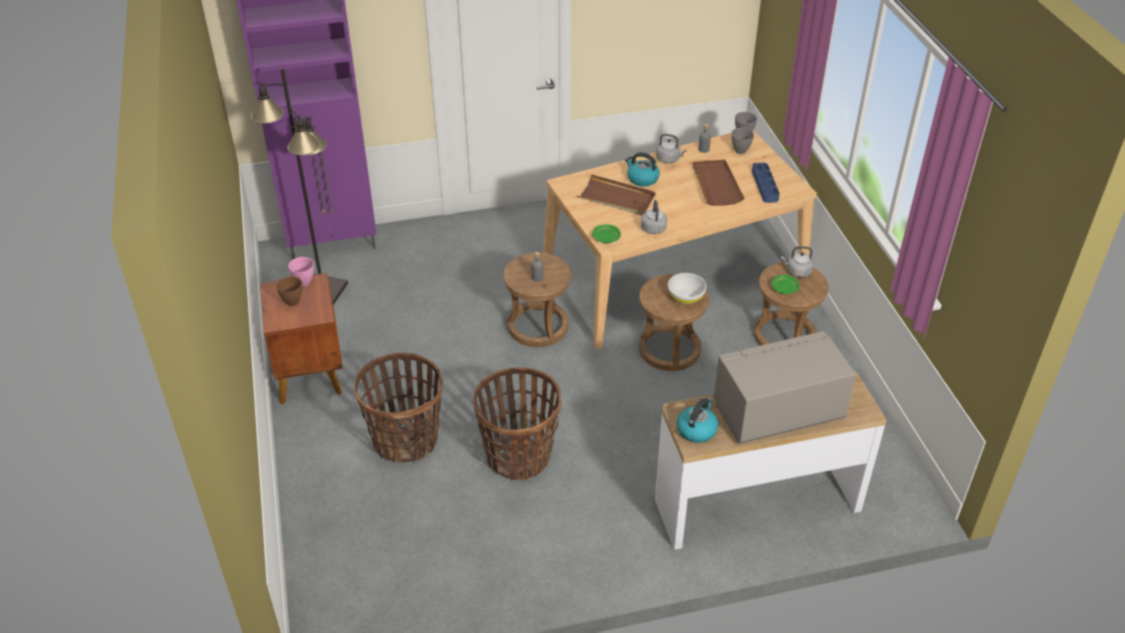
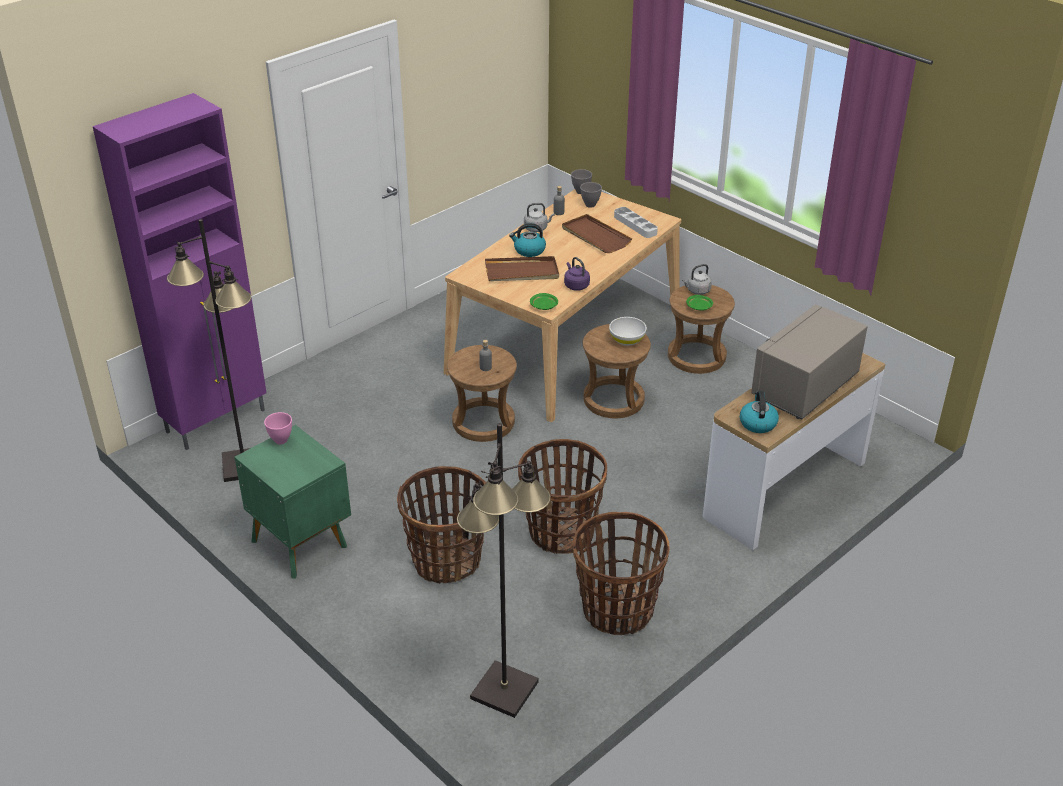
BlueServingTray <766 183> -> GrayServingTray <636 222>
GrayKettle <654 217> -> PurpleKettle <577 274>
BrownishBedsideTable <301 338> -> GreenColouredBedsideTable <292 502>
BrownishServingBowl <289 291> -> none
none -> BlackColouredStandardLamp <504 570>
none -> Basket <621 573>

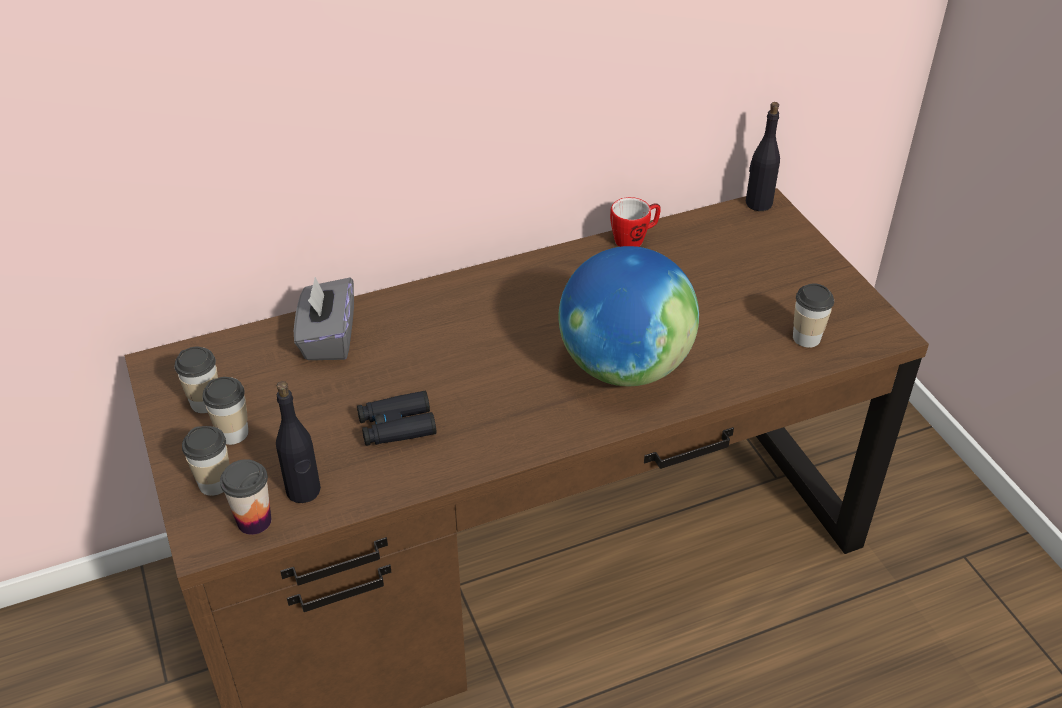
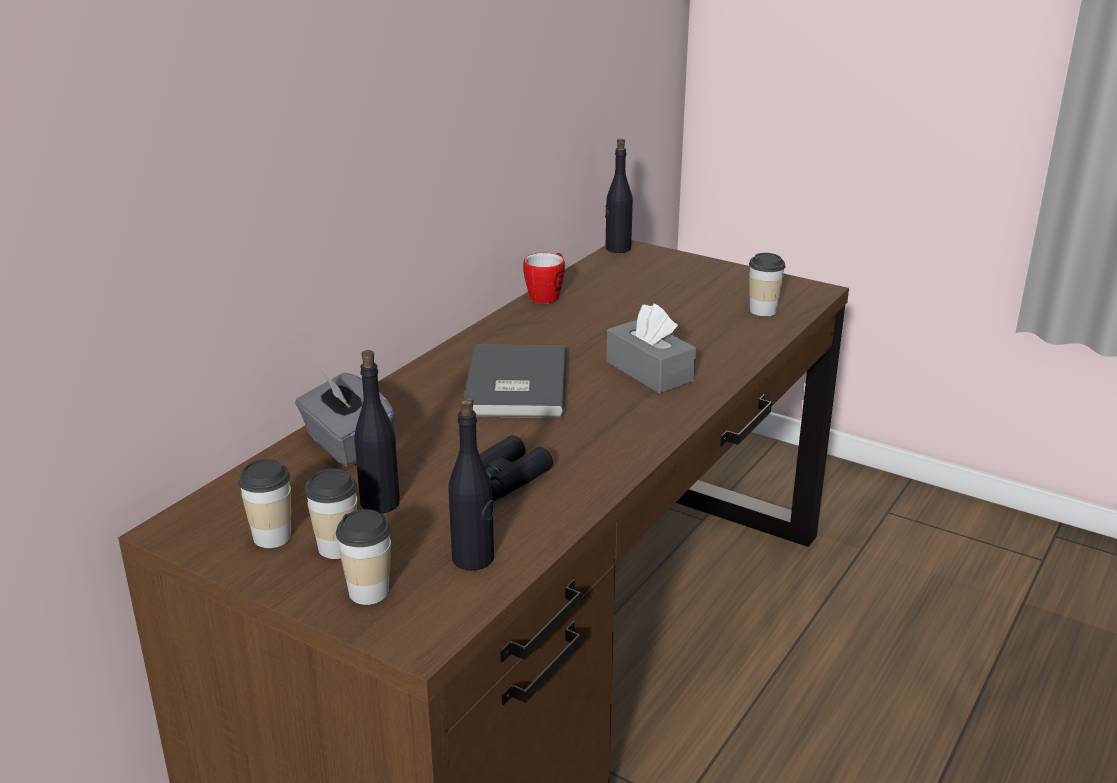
WorldGlobe <629 316> -> GrayTissueHolder <651 348>
Cup <245 497> -> none
none -> GrayVolume <515 381>
none -> BlackColouredBeverageBottle <377 432>

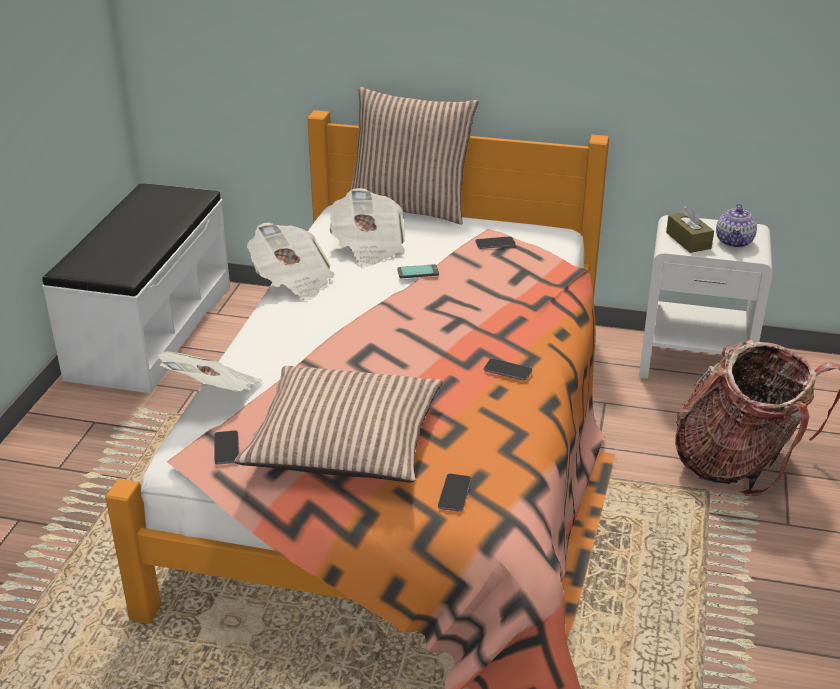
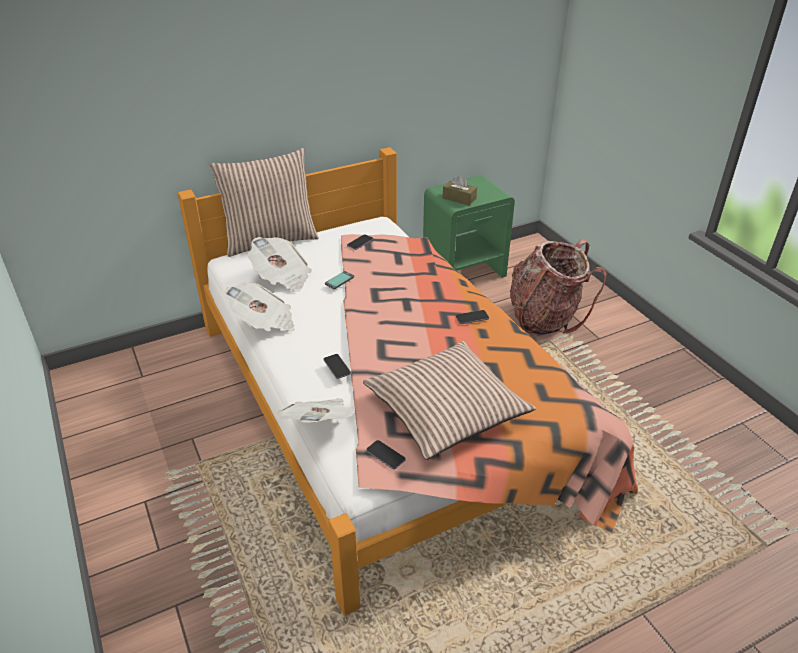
WhiteIndoorBench <136 288> -> none
TeaPot <736 226> -> none
WhiteBedsideTable <706 297> -> GreenColouredBedsideTable <469 226>
Telephone <454 493> -> Telephone <337 366>, relocated

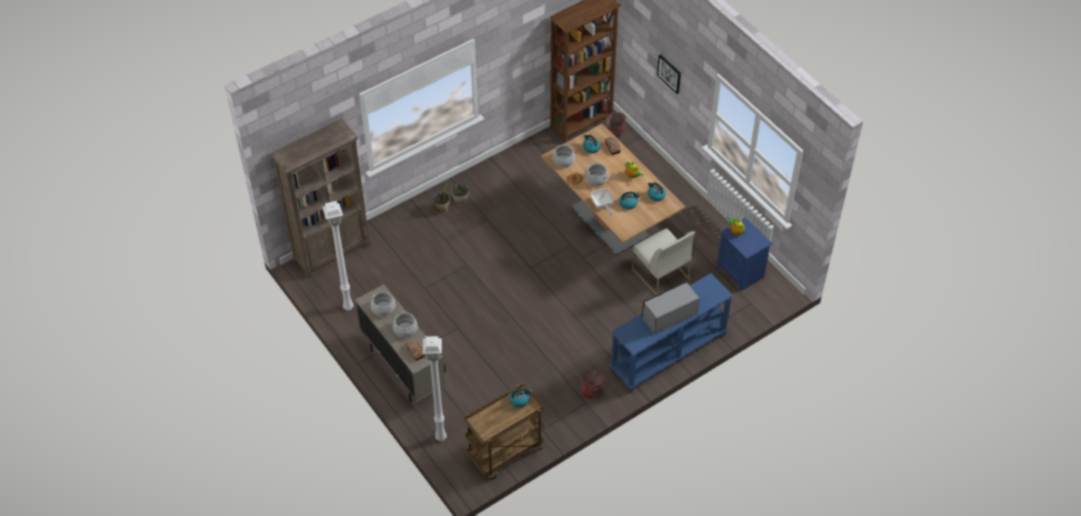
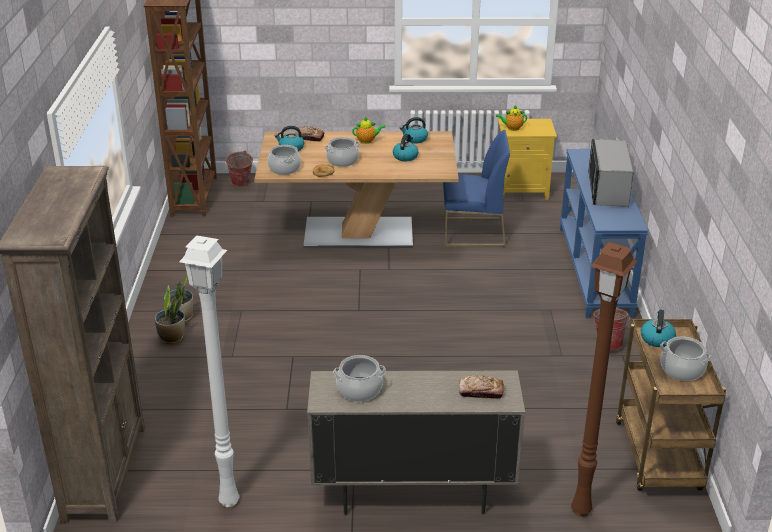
WallArt <669 74> -> none
Pan <602 202> -> none
BlueBedsideTable <745 254> -> YellowColouredBedsideTable <527 159>
WhiteChair <663 261> -> BlueChair <476 188>
Saucepot <405 324> -> Saucepot <685 359>, relocated
WhiteStandardLamp <435 388> -> BrownishStandardLamp <604 379>

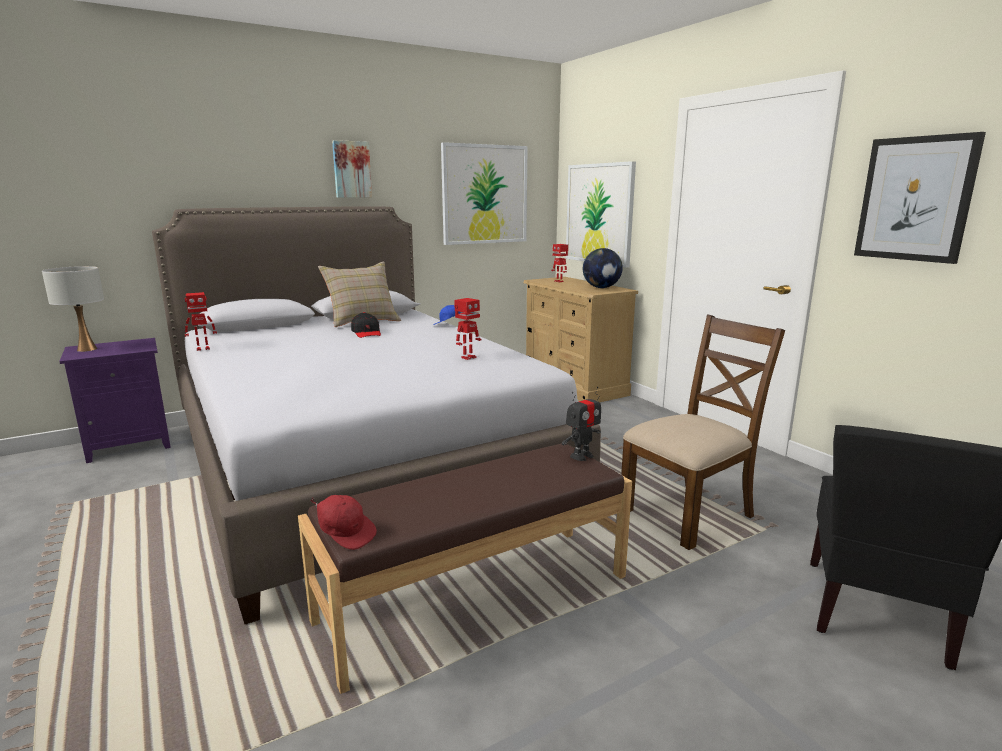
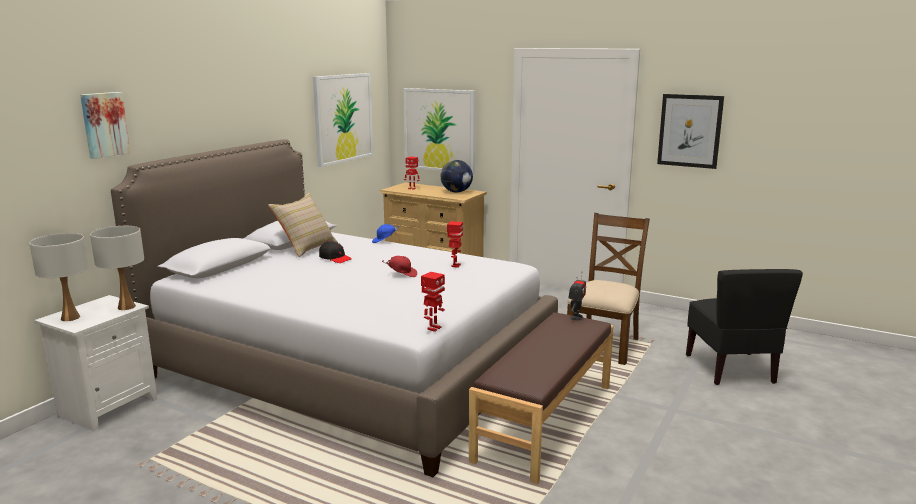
WallArt <352 169> -> WallArt <105 125>, relocated
RobotFigure <201 321> -> RobotFigure <433 302>, relocated
PurpleBedsideTable <115 400> -> WhiteBedsideTable <96 363>
RedCap <343 522> -> RedCap <399 266>, relocated
none -> WhiteTabletopLamp <117 268>

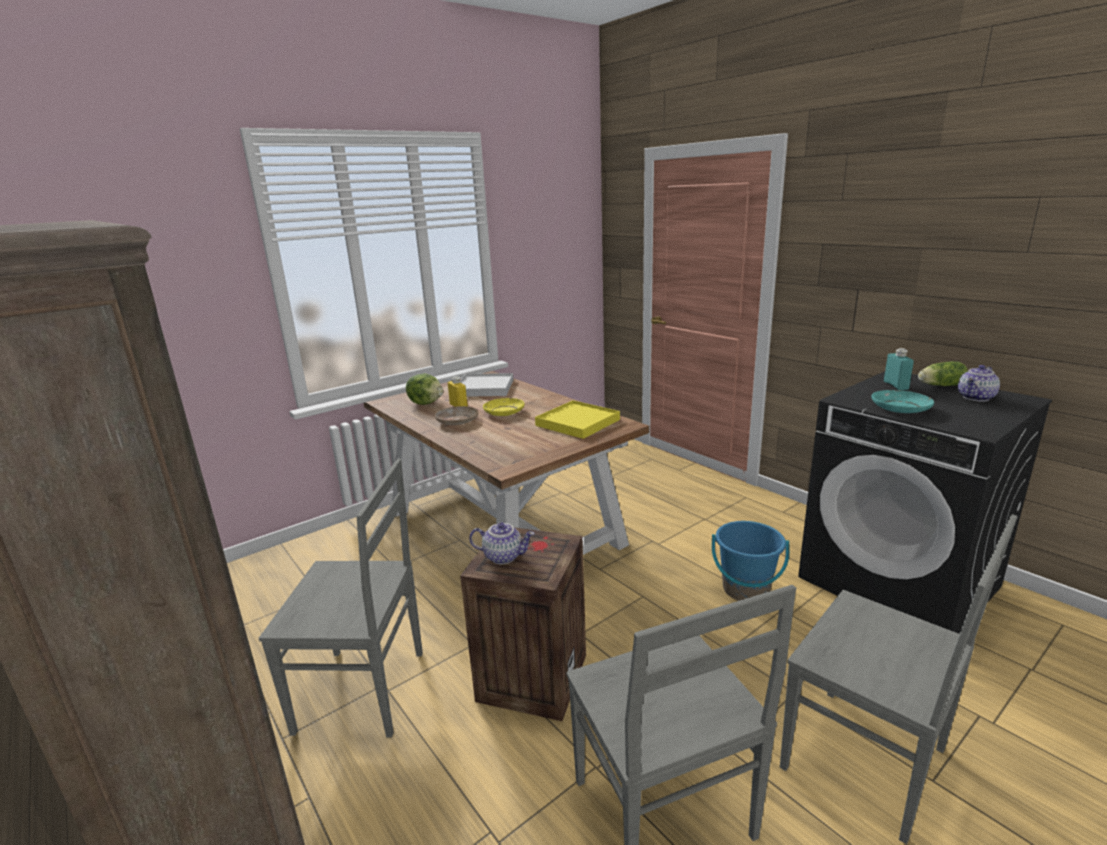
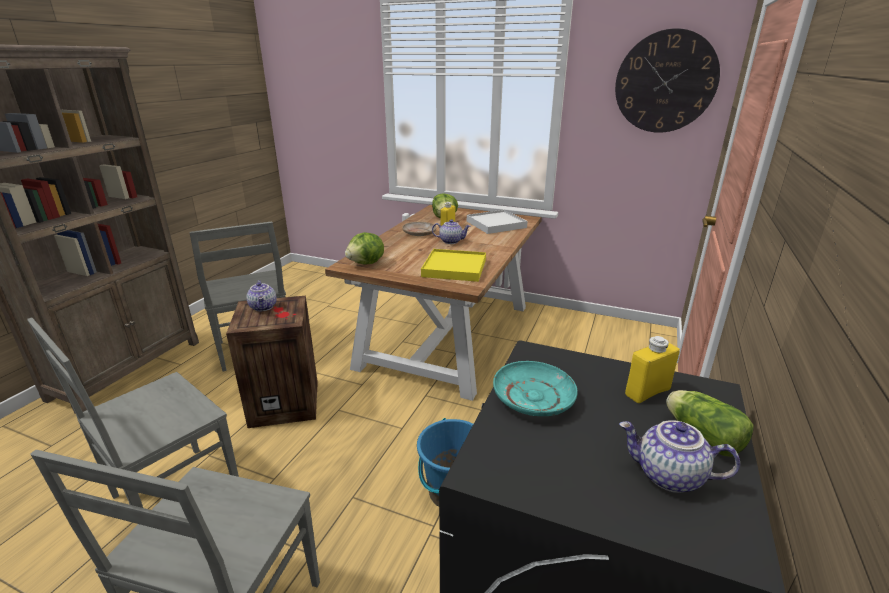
TurquoiseBeverageBottle <899 369> -> YellowColouredBeverageBottle <652 369>
YellowColouredDinnerPlate <504 407> -> TeaPot <451 231>
none -> WallClock <667 80>
none -> HeadOfLettuce <364 248>

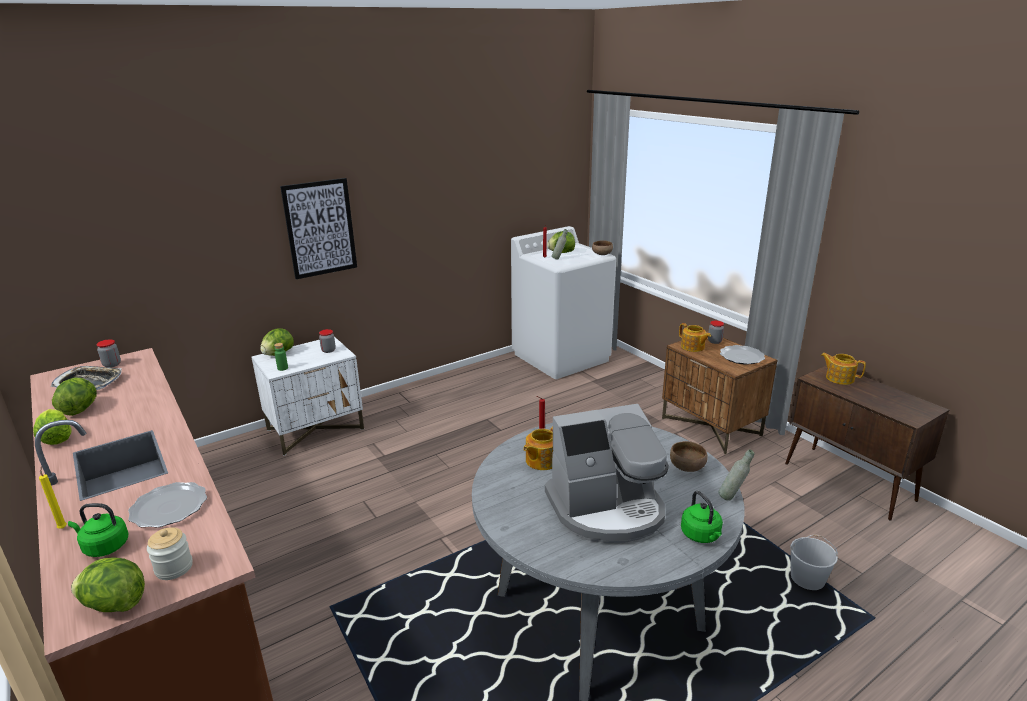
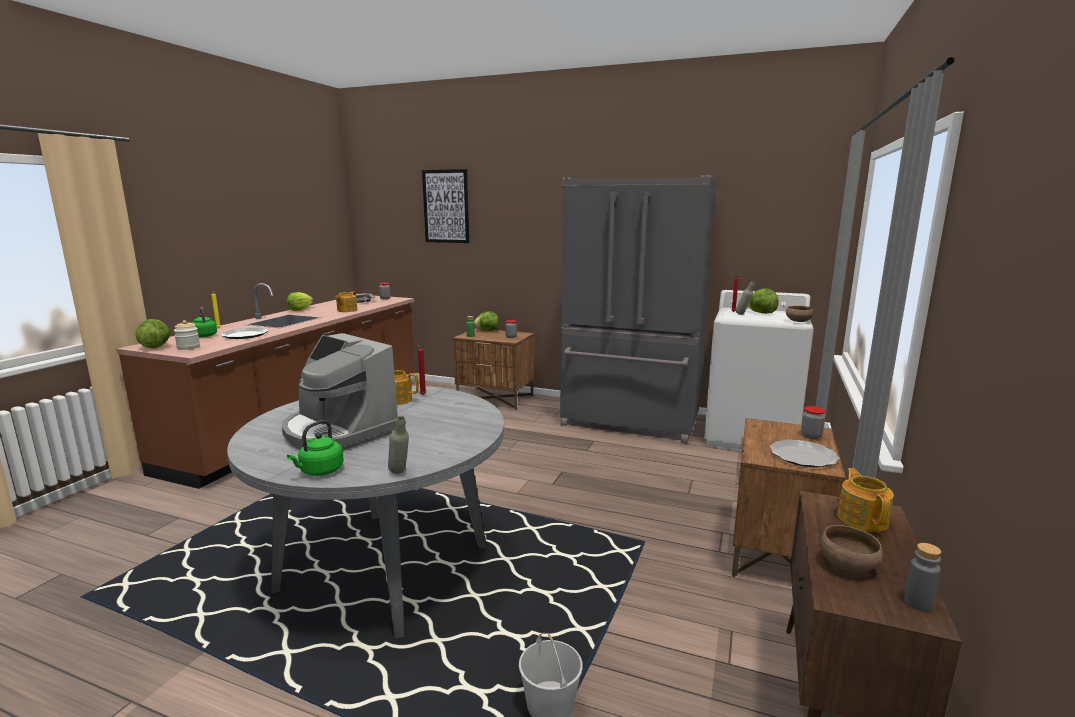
WallArt <318 228> -> WallArt <445 206>, relocated
TeaPot <695 337> -> TeaPot <346 301>, relocated
WhiteBedsideTable <307 396> -> BrownishBedsideTable <493 369>
HeadOfLettuce <74 396> -> none
BrownishServingBowl <689 456> -> BrownishServingBowl <851 549>, relocated
none -> GrayKitchenFridge <638 309>
none -> GrayBeverageBottle <922 577>

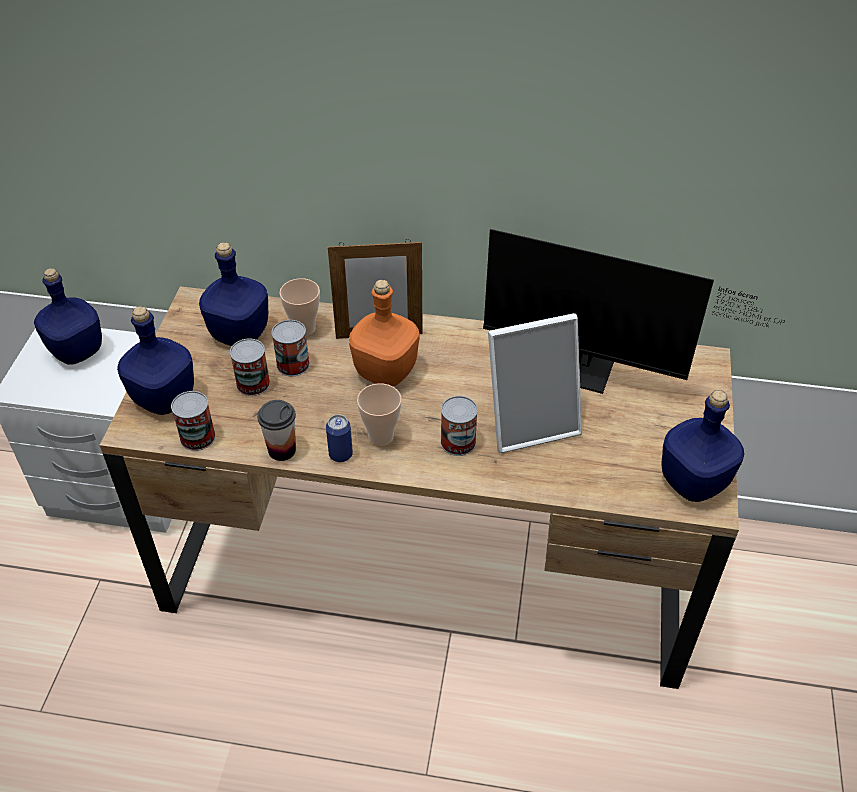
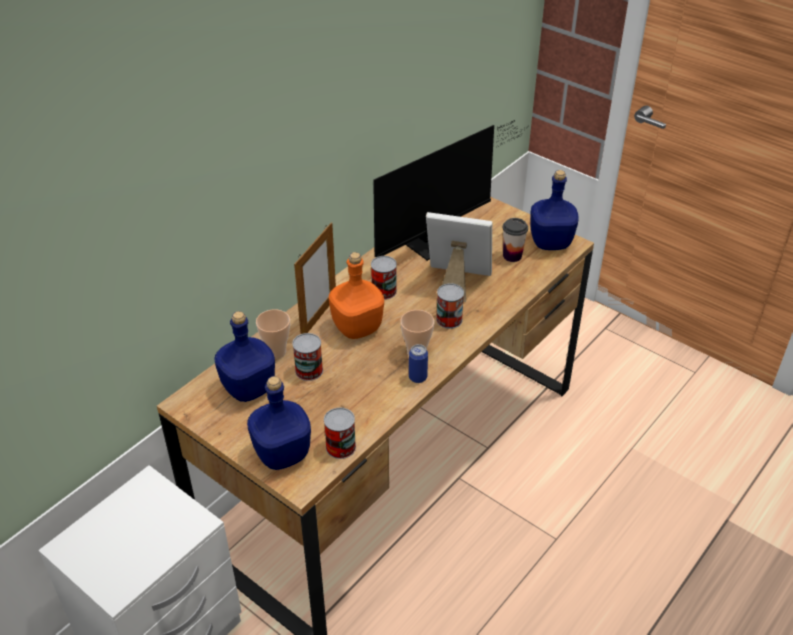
BlueBeverageBottle <68 316> -> none
StandingFrame <535 383> -> StandingFrame <459 257>, 90 degrees counterclockwise
MetalCan <250 367> -> MetalCan <384 278>, relocated
Cup <276 430> -> Cup <515 240>, relocated

